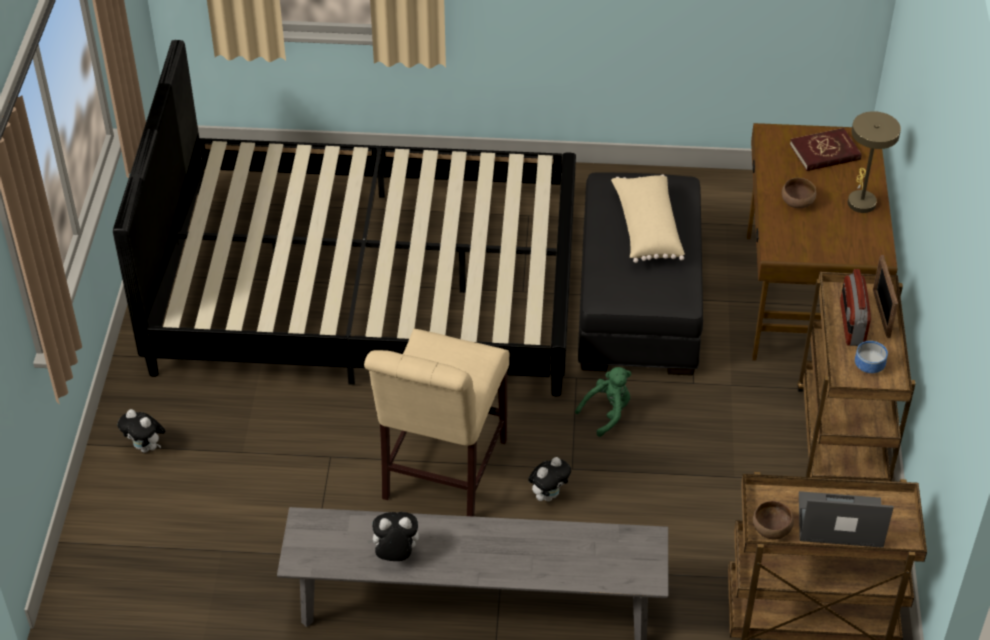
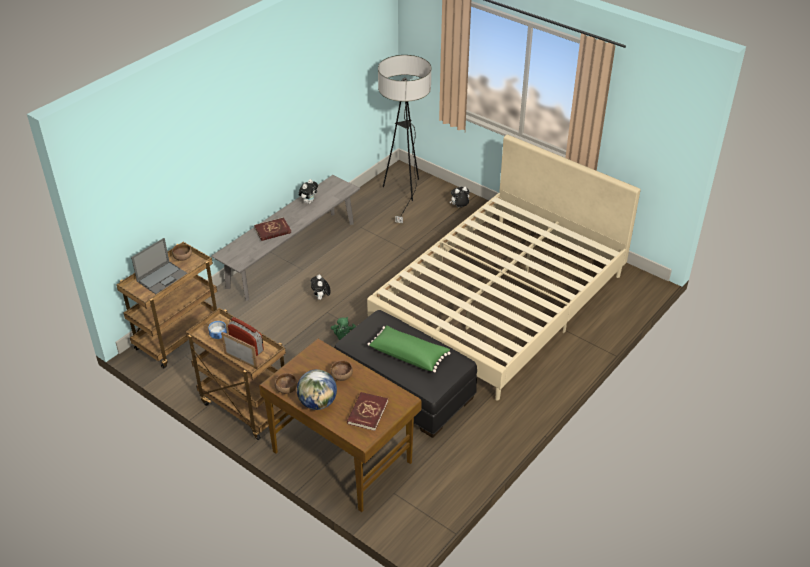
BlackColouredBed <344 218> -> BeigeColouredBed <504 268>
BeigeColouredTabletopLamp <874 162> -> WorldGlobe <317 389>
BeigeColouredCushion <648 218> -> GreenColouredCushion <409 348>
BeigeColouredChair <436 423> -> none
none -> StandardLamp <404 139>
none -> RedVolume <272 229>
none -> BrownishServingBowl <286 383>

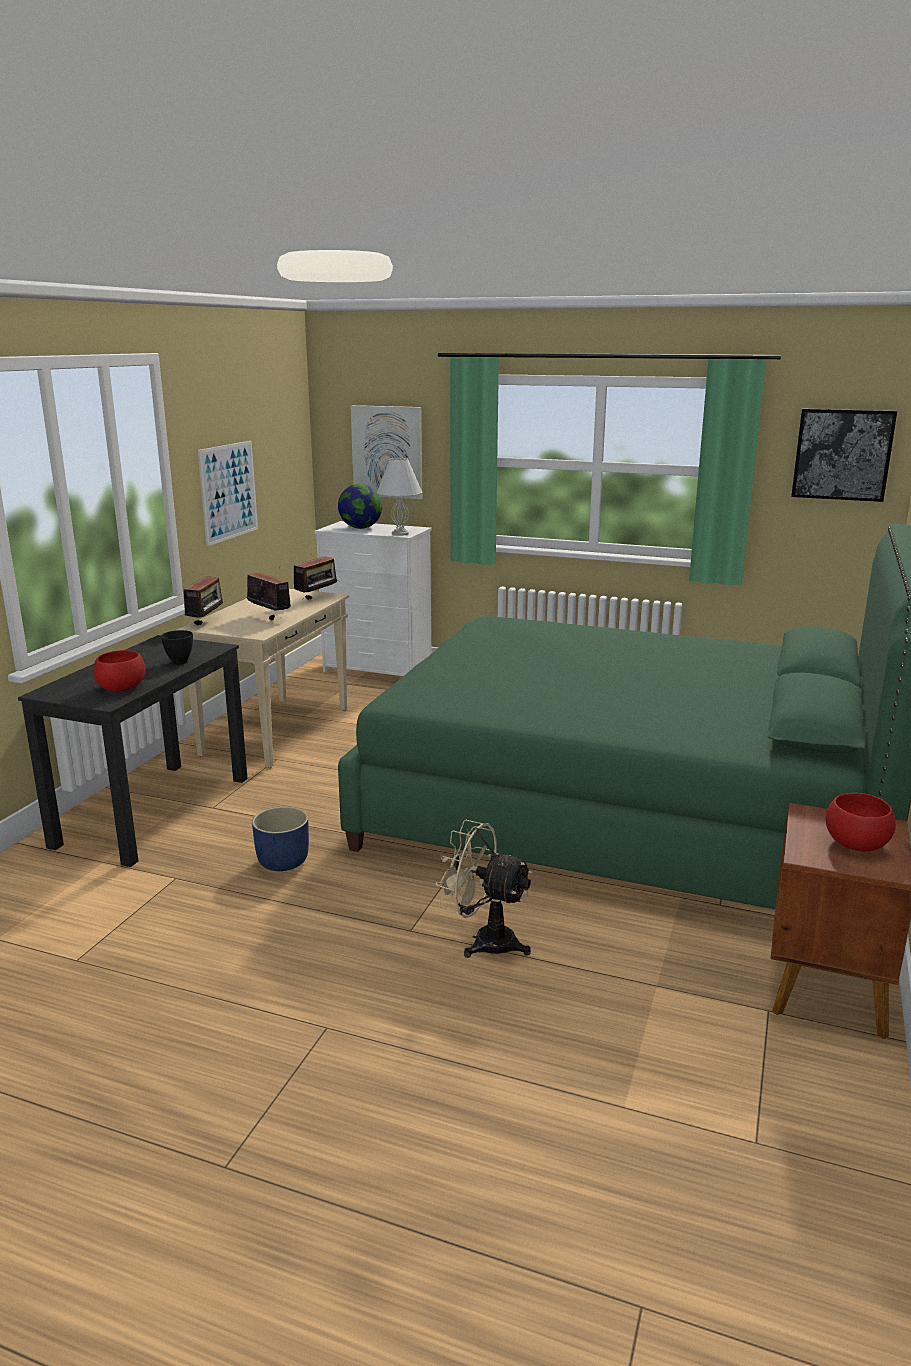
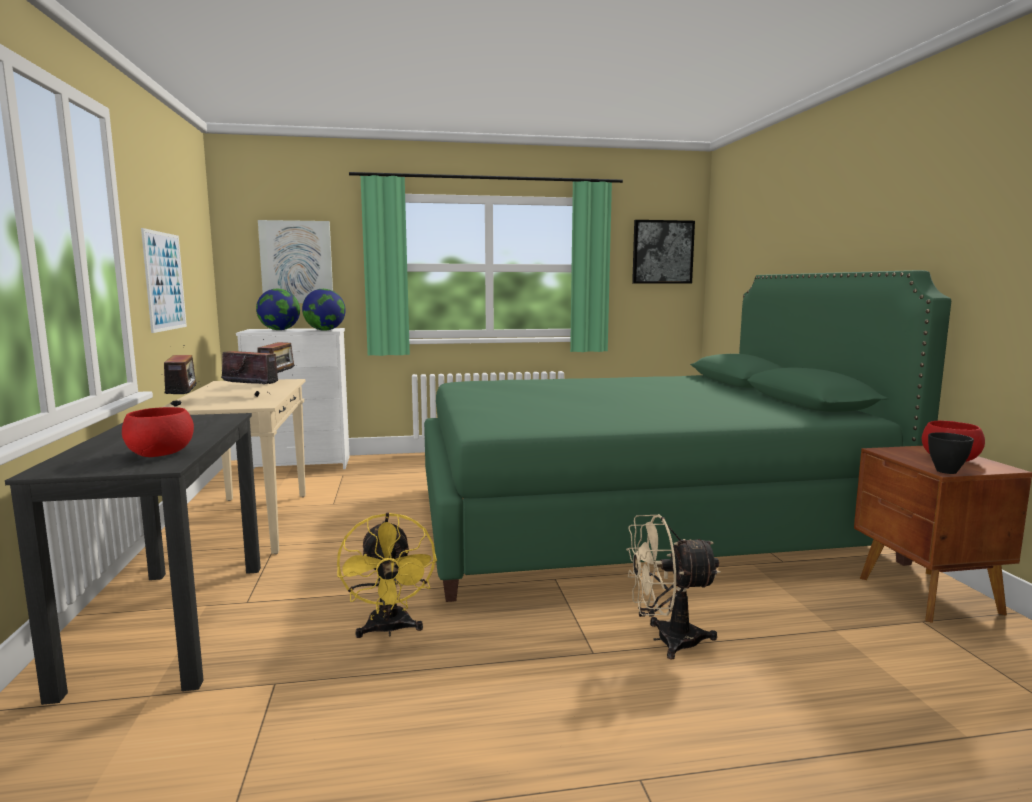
WhiteTabletopLamp <399 496> -> WorldGlobe <324 310>
BlackColouredServingBowl <177 647> -> BlackColouredServingBowl <951 453>, relocated
BluePlanter <280 839> -> YellowColouredCoolingFan <387 575>

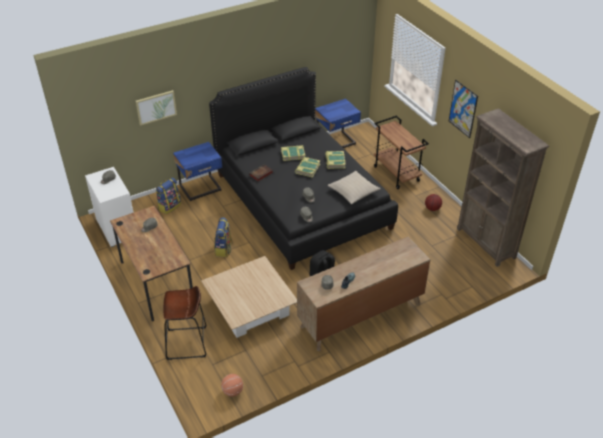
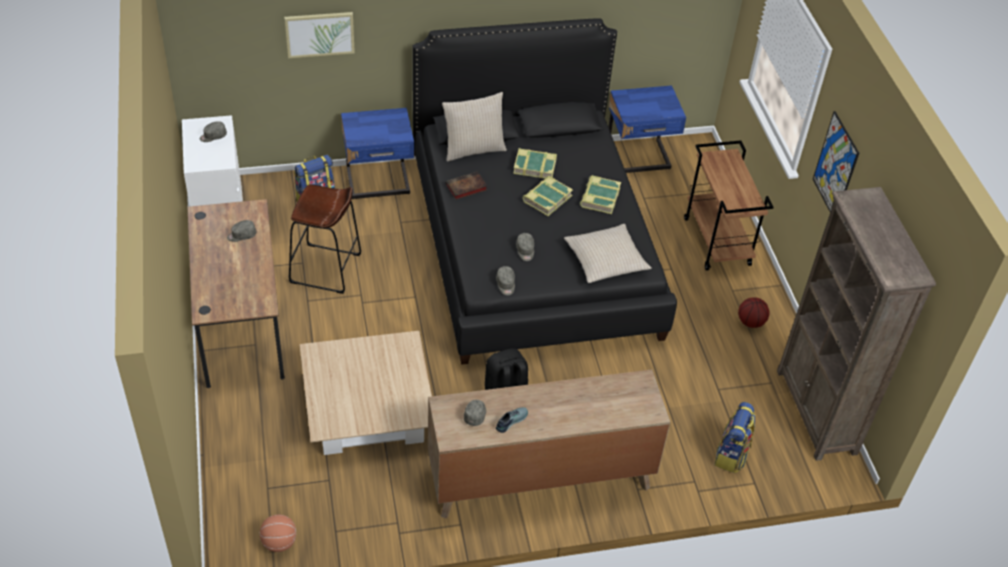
Rucksack <223 237> -> Rucksack <734 437>, relocated
BrownishSittingStool <184 323> -> BrownishSittingStool <325 239>, relocated
none -> BeigeColouredCushion <474 127>

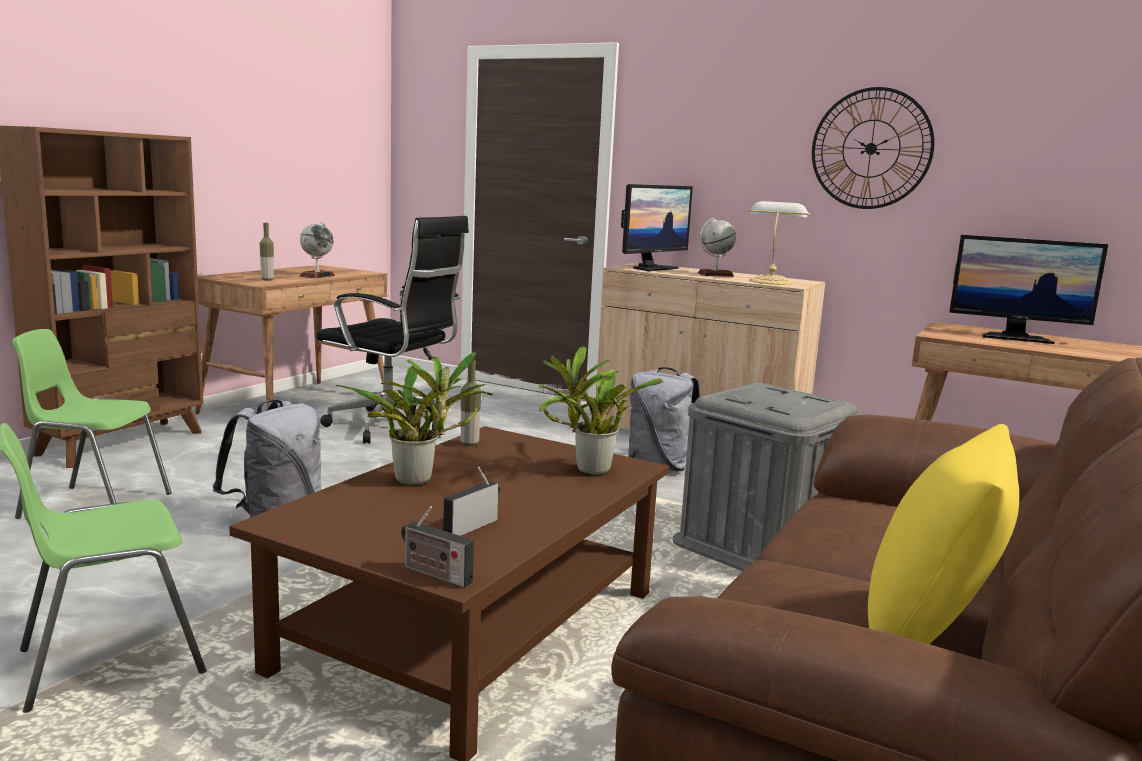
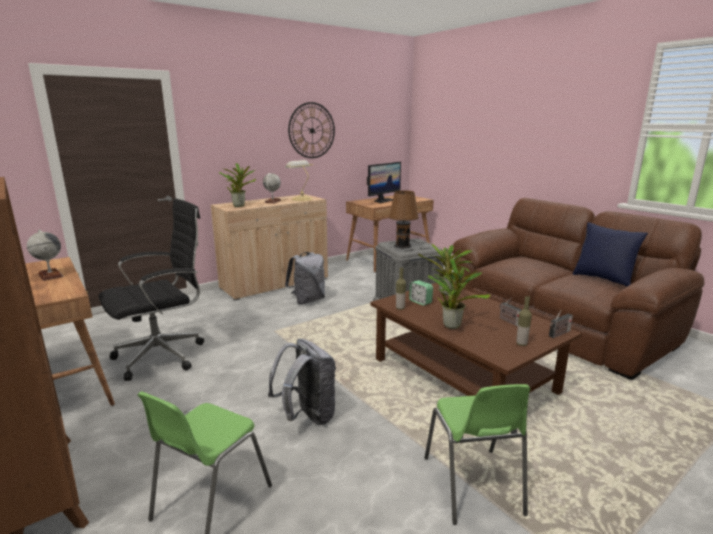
ComputerScreen <657 227> -> PottedPlant <237 185>
BeverageBottle <267 252> -> BeverageBottle <524 321>, relocated
YellowColouredCushion <943 534> -> BlueCushion <610 254>
none -> BrownishTabletopLamp <406 219>
none -> BedsideClock <421 293>

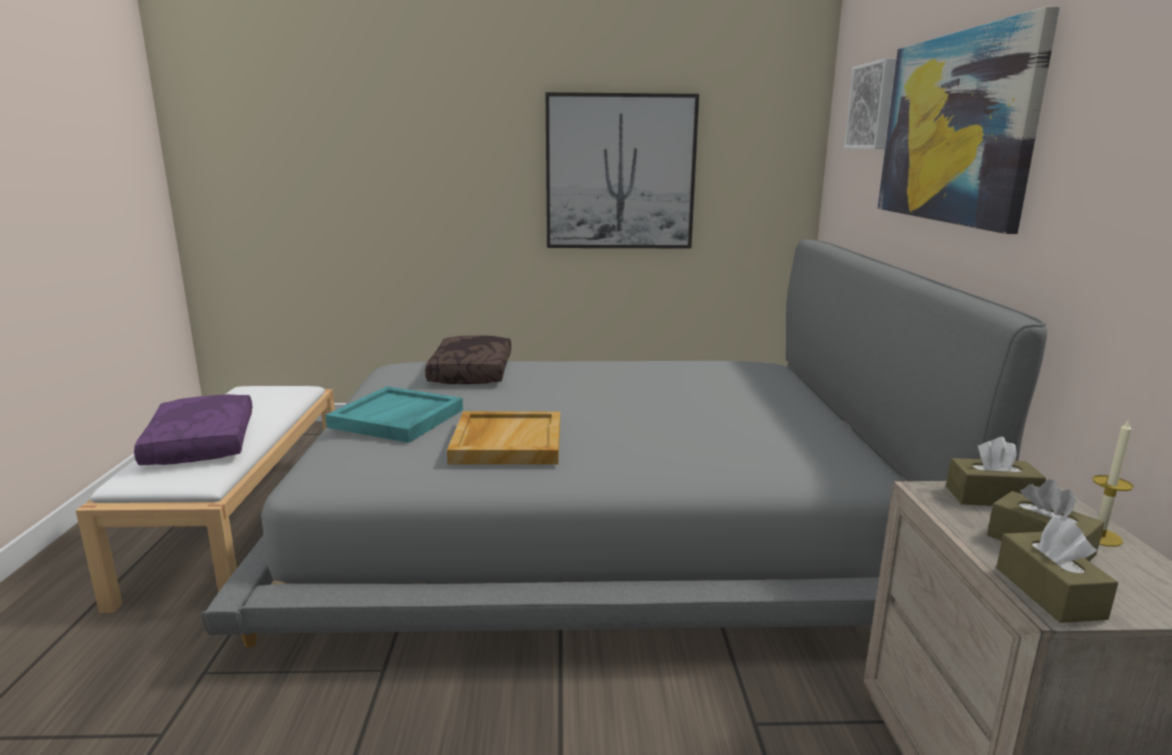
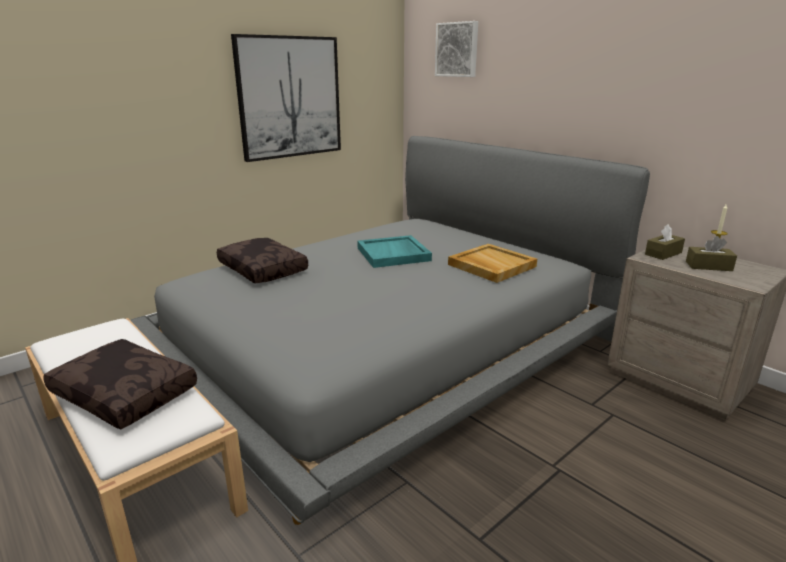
WallArt <969 120> -> none
TurquoiseServingTray <394 414> -> TurquoiseServingTray <394 251>, relocated
PurpleCushion <193 429> -> BrownishCushion <120 384>
BeigeColouredServingTray <503 438> -> BeigeColouredServingTray <492 263>, relocated
BrownishTissueHolder <1057 570> -> none

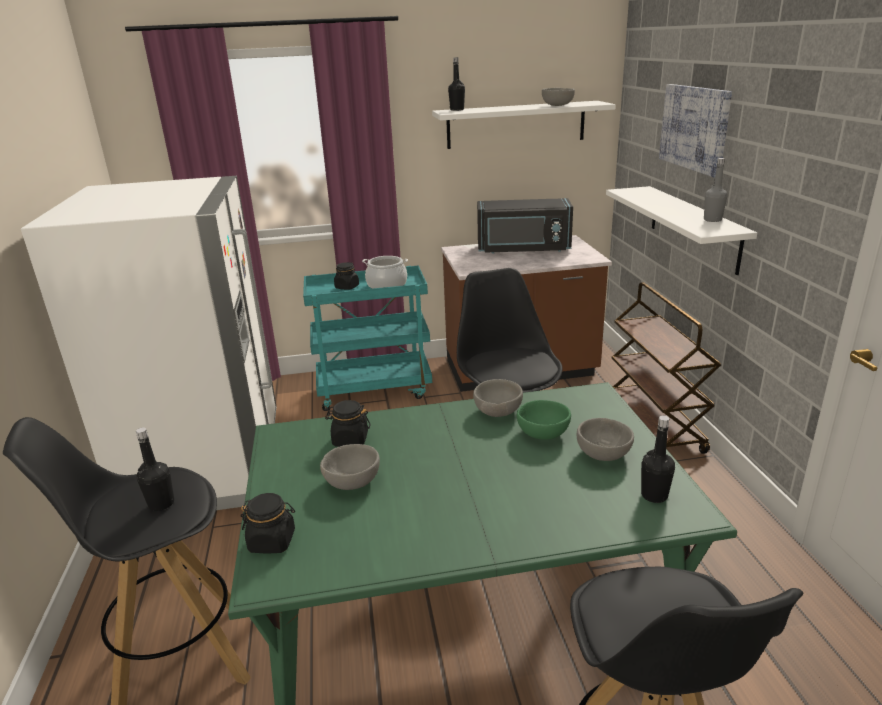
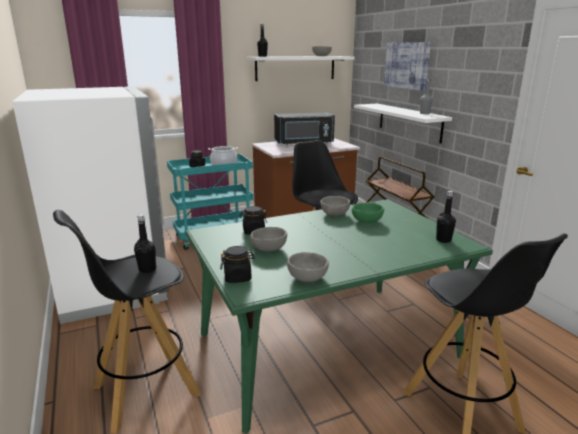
GrayServingBowl <605 439> -> GrayServingBowl <308 267>, relocated

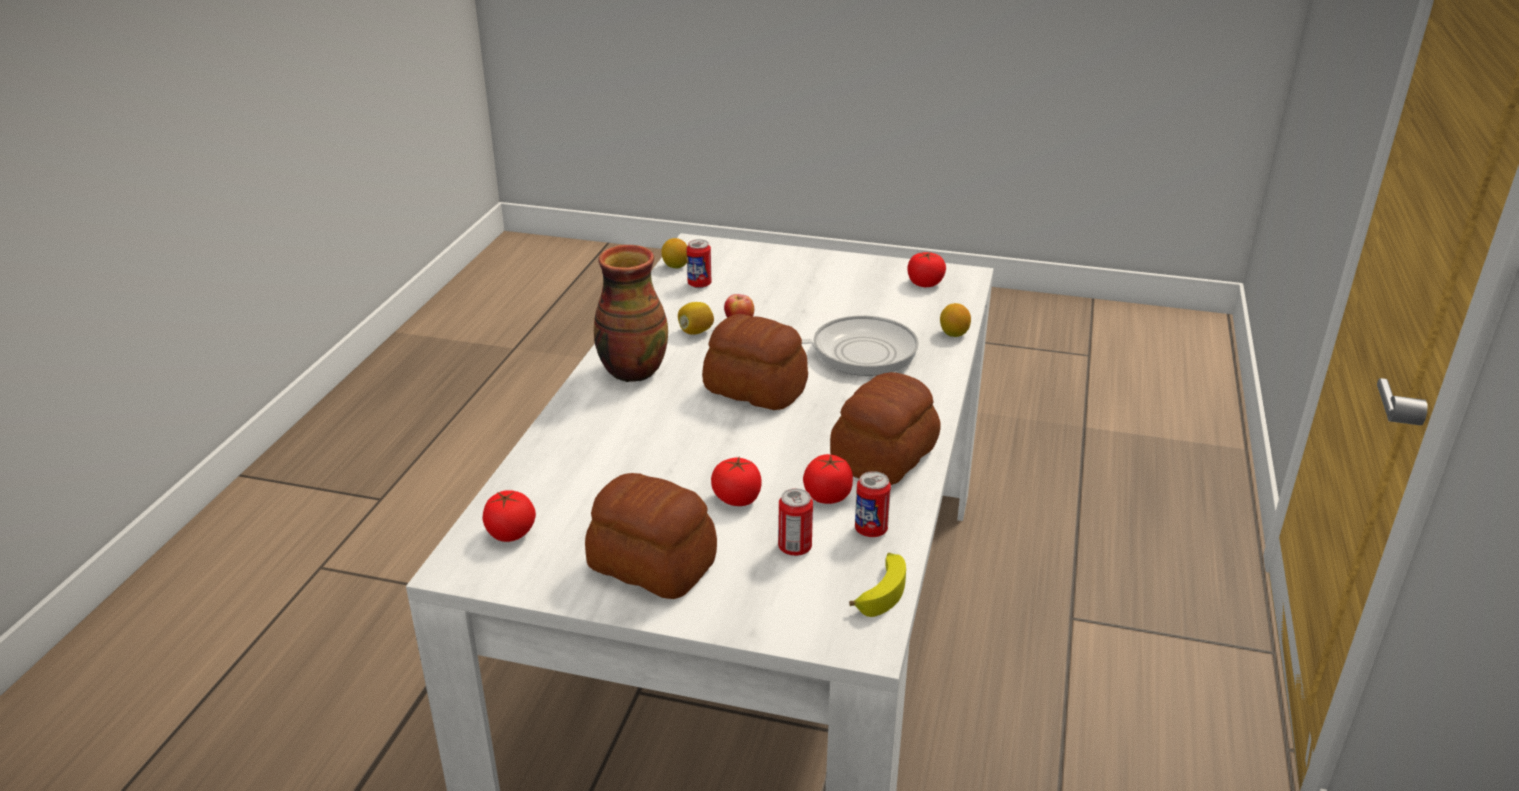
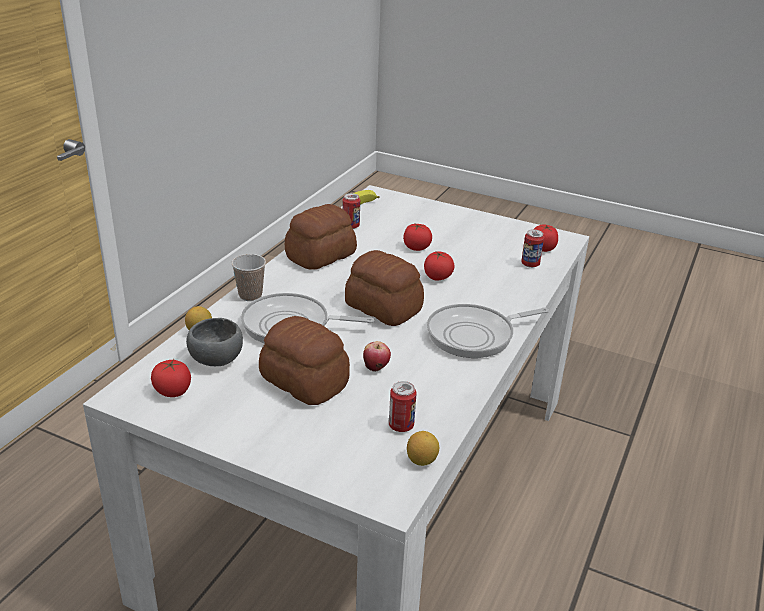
FlowerVase <631 313> -> Pan <488 331>
CitrusFruit <696 318> -> none
FreshTomato <828 479> -> FreshTomato <439 266>, relocated
BakeryBread <651 536> -> BakeryBread <304 360>, relocated
MetalCan <795 522> -> MetalCan <532 248>, relocated
none -> Cup <249 277>
none -> GrayServingBowl <214 342>

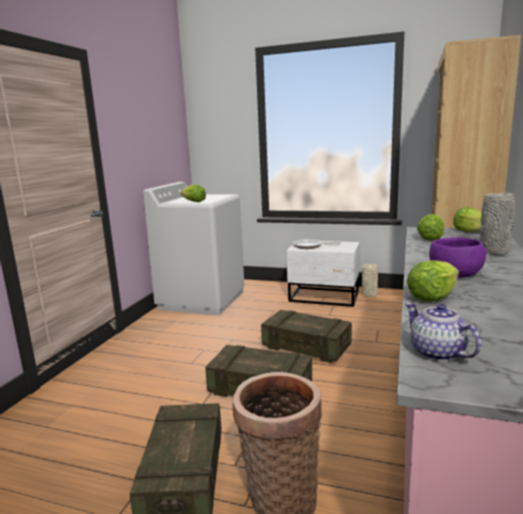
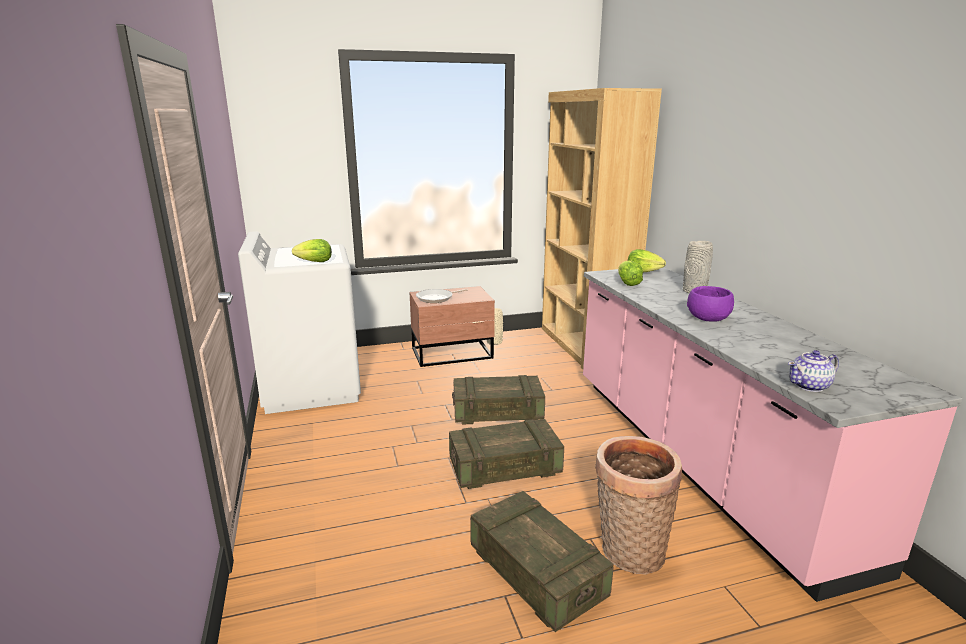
WhiteBedsideTable <323 274> -> BrownishBedsideTable <452 326>
HeadOfLettuce <433 281> -> none
TeaPot <443 332> -> TeaPot <813 371>, 45 degrees counterclockwise

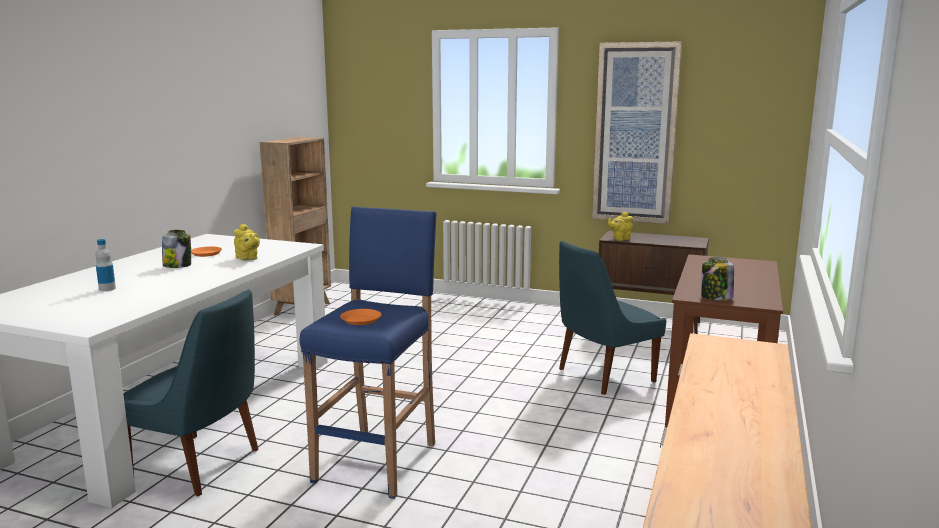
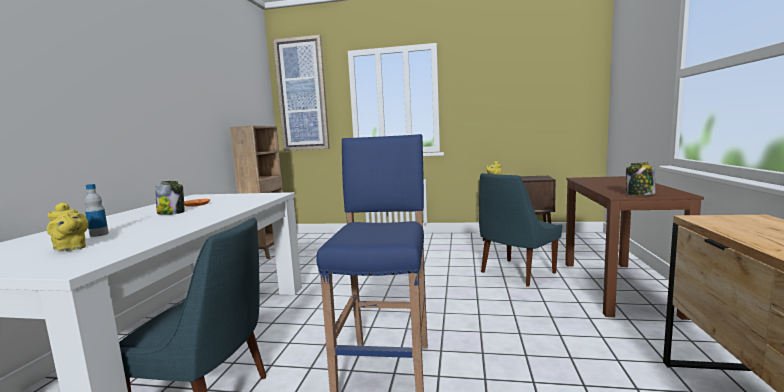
WallArt <637 133> -> WallArt <301 93>, relocated
YellowColouredTeaPot <247 242> -> YellowColouredTeaPot <68 227>, relocated
OrangeDinnerPlate <360 317> -> none

